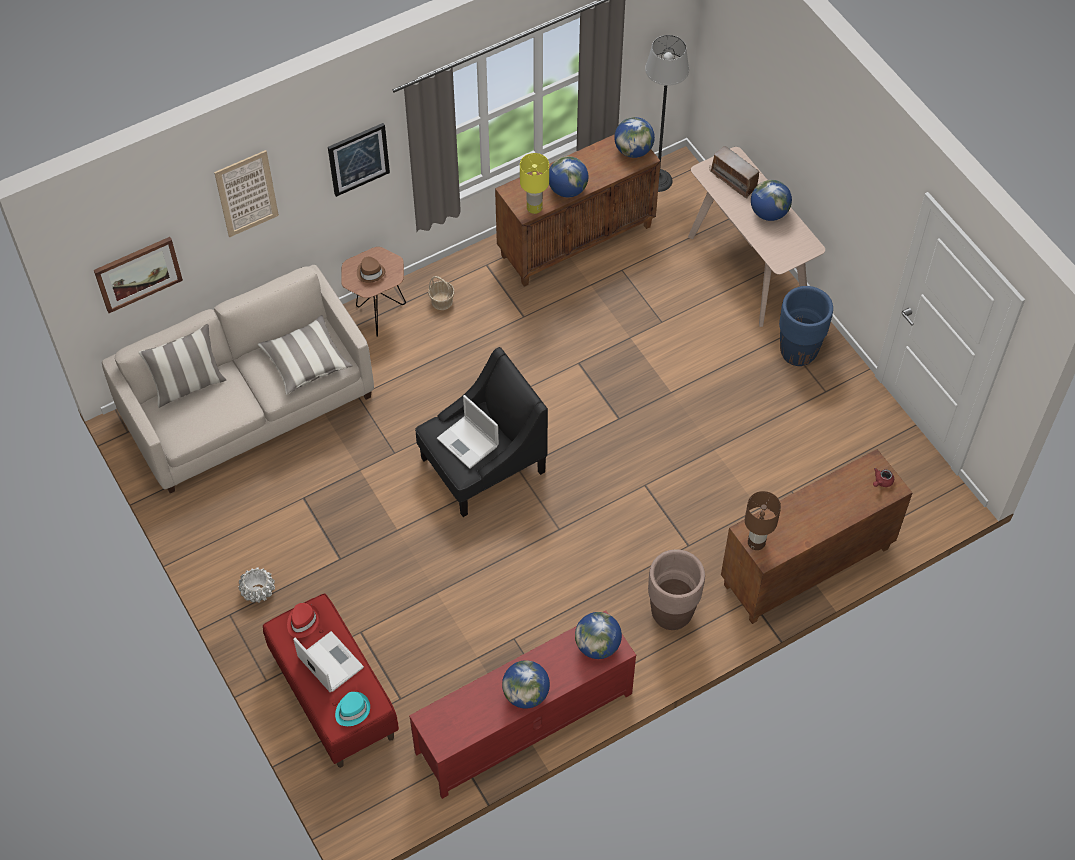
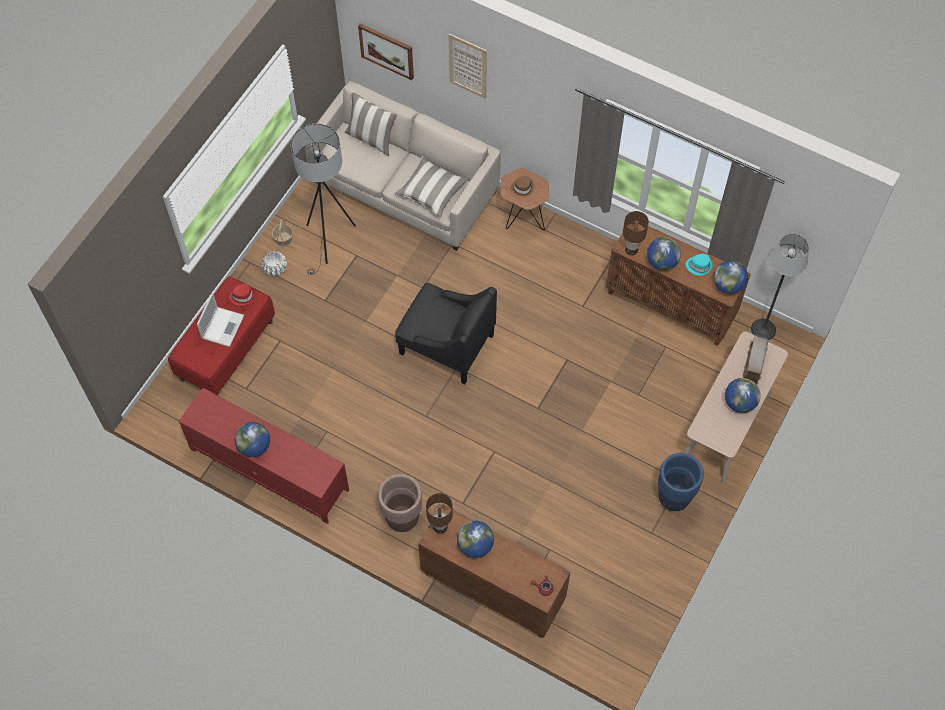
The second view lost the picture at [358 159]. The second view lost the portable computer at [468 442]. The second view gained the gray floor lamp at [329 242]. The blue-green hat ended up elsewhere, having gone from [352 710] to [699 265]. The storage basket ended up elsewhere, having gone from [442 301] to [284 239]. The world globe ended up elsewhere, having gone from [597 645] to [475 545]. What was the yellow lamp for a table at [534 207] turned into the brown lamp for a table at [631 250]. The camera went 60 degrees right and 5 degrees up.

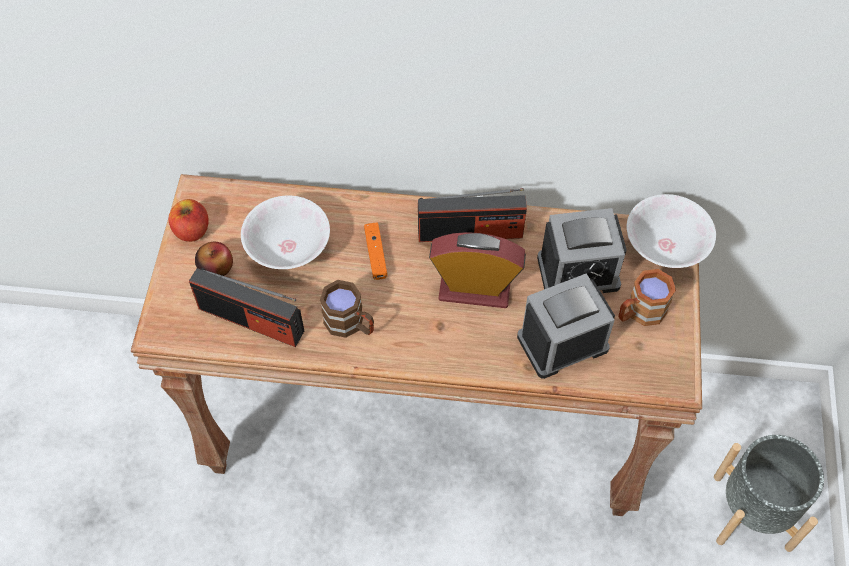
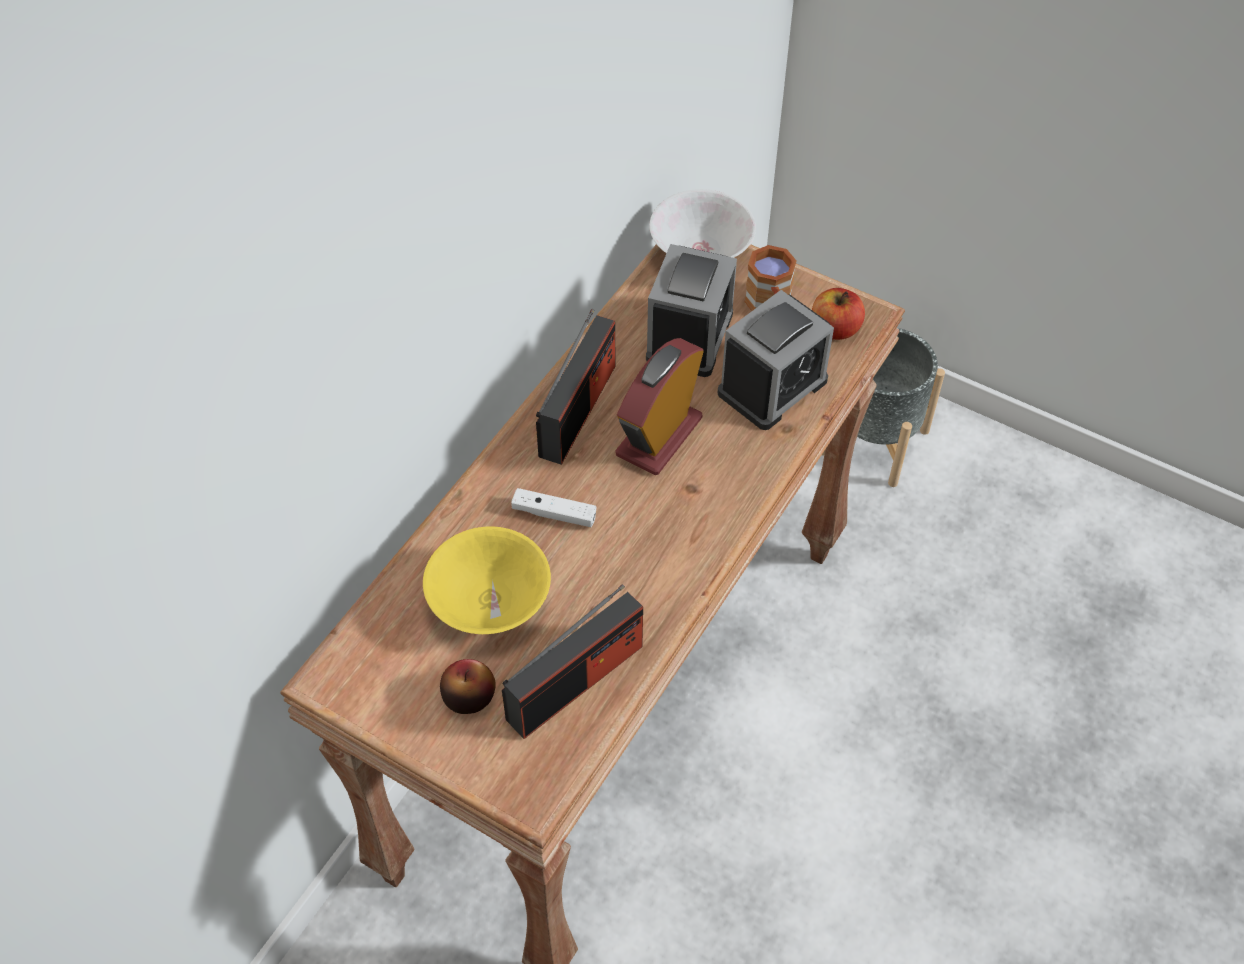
The second view lost the brown mug at [350 324]. The apple fruit ended up elsewhere, having gone from [192 230] to [835 329]. What was the white-coloured deep dish at [288 249] turned into the yellow deep dish at [489 604]. What was the orangey gamepad at [376 254] turned into the white-coloured gamepad at [554 514]. The alarm clock at [562 343] ended up facing another way, 135 degrees counterclockwise from before. The camera went 65 degrees left and 5 degrees down.

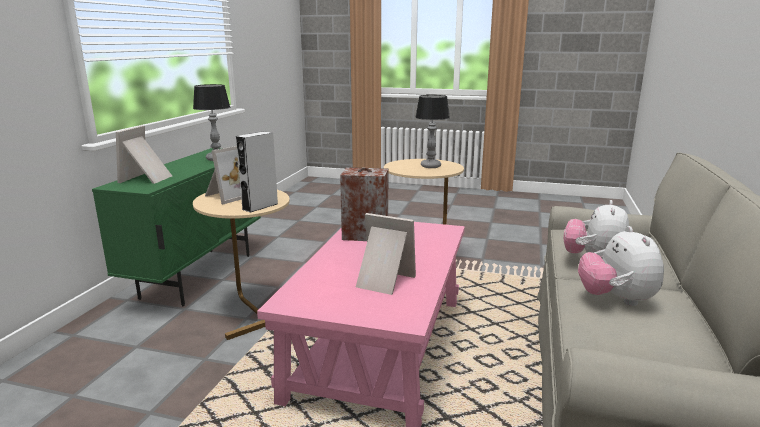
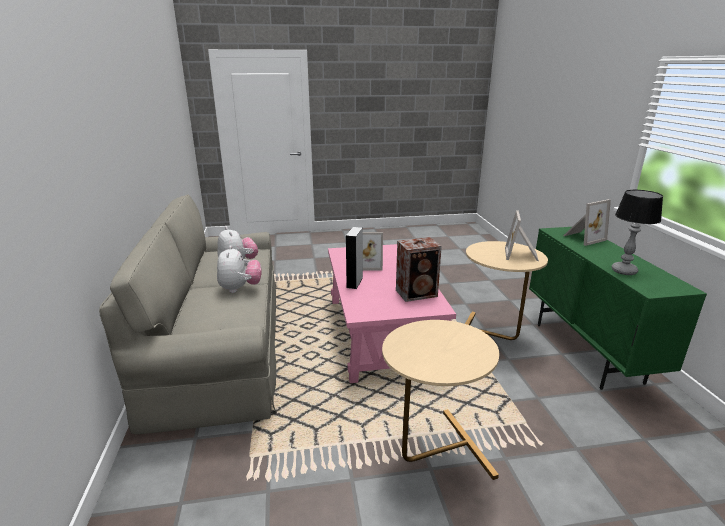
The second view lost the lamp for a table at [430 166]. The gray speaker ended up elsewhere, having gone from [260 206] to [354 282]. The photo frame at [147 178] ended up facing another way, 75 degrees clockwise from before. The camera went 155 degrees right and 5 degrees up.

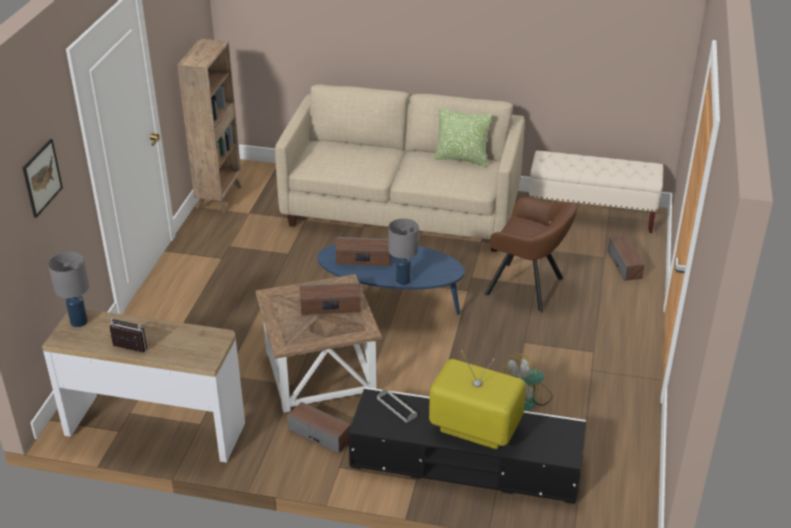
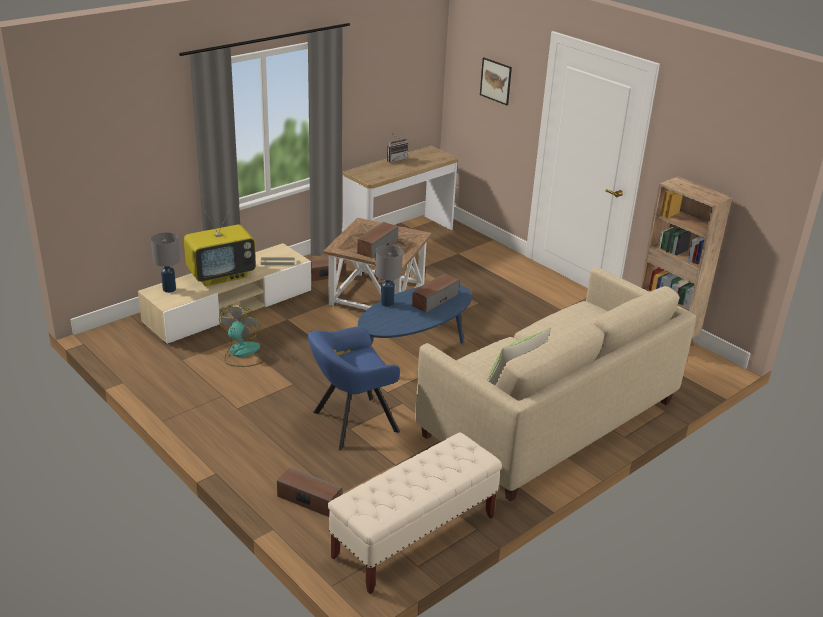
The gray lamp for a table ended up elsewhere, having gone from [79 322] to [169 289]. What was the blackish media console at [466 461] turned into the beige-coloured media console at [229 307]. What was the brown lounge chair at [528 288] turned into the bluish lounge chair at [351 423]. The camera went 125 degrees right and 5 degrees down.

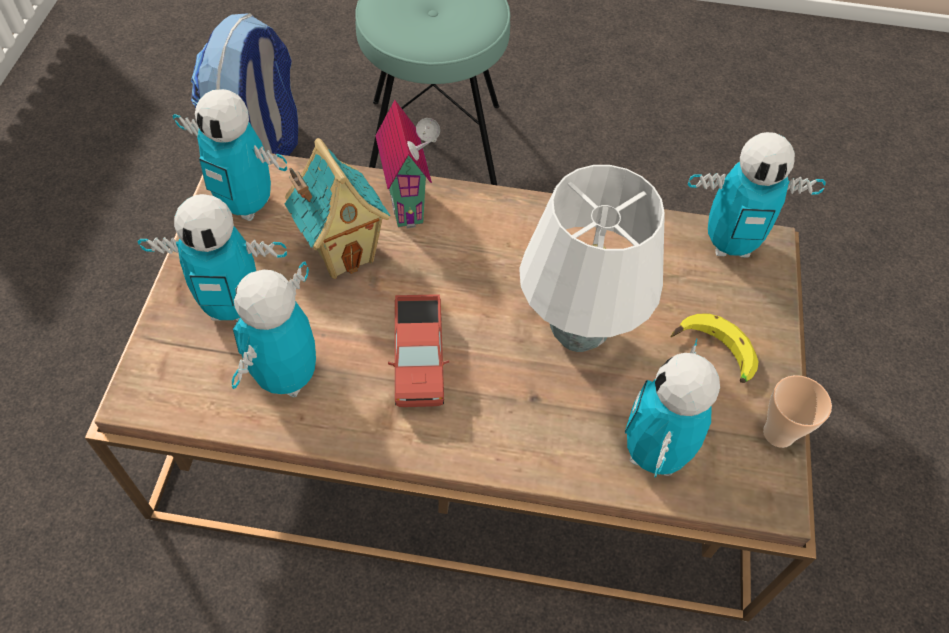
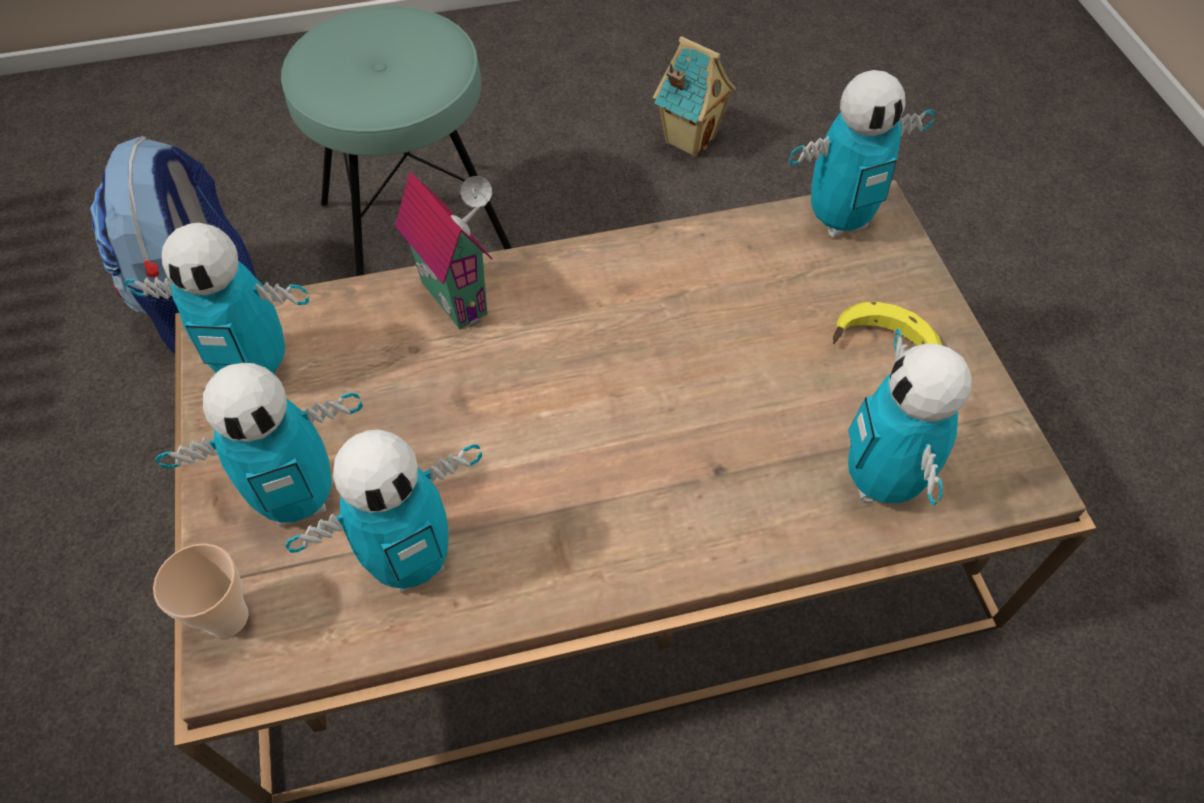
The second view lost the toy lorry at [419 362]. The second view lost the white-coloured lamp for a table at [576 333]. The model house ended up elsewhere, having gone from [343 253] to [689 139]. The cup ended up elsewhere, having gone from [778 433] to [227 617]. The robot figure at [286 377] ended up facing another way, 120 degrees counterclockwise from before. The camera went 20 degrees left and 0 degrees up.

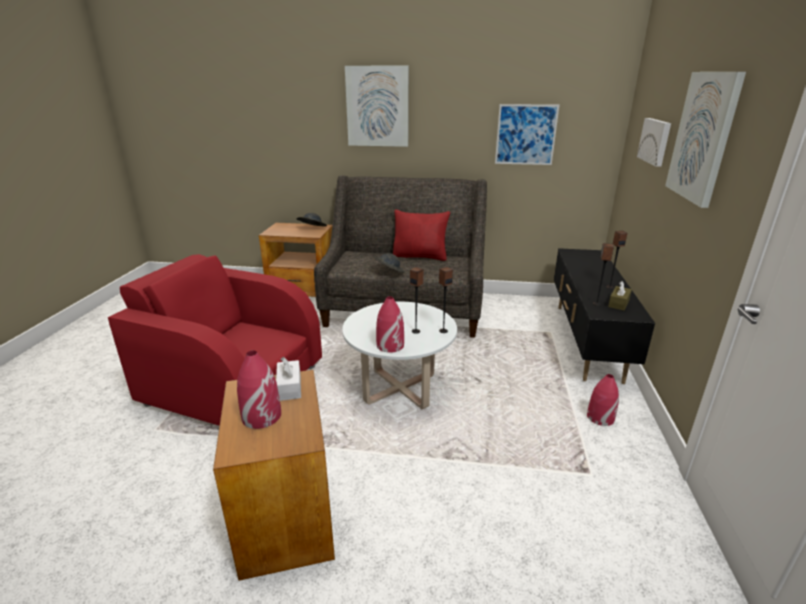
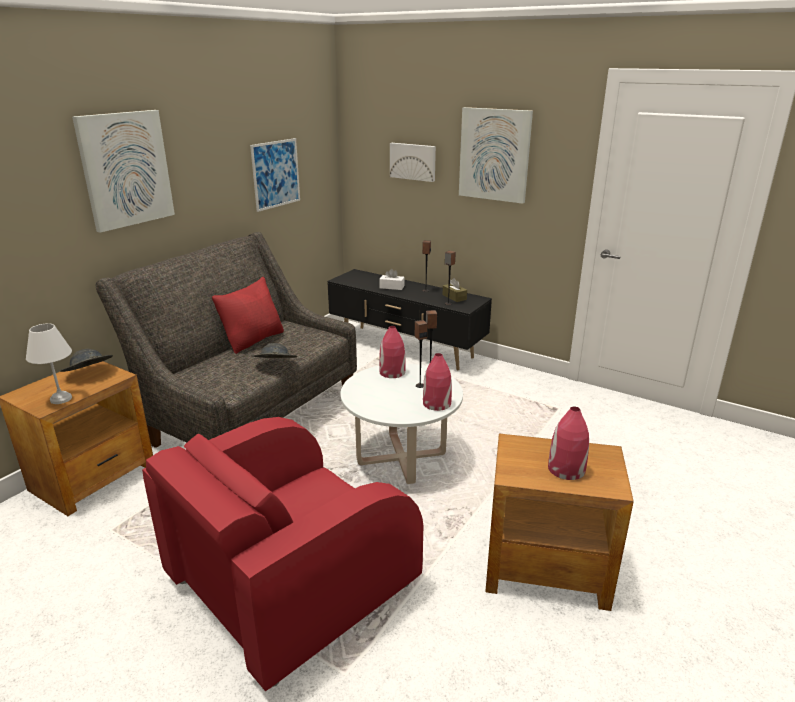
The second view gained the white-coloured lamp for a table at [60 399]. The white-coloured box of tissues ended up elsewhere, having gone from [289 387] to [392 287]. The red-coloured vase ended up elsewhere, having gone from [600 417] to [392 372]. The camera went 65 degrees left and 0 degrees up.

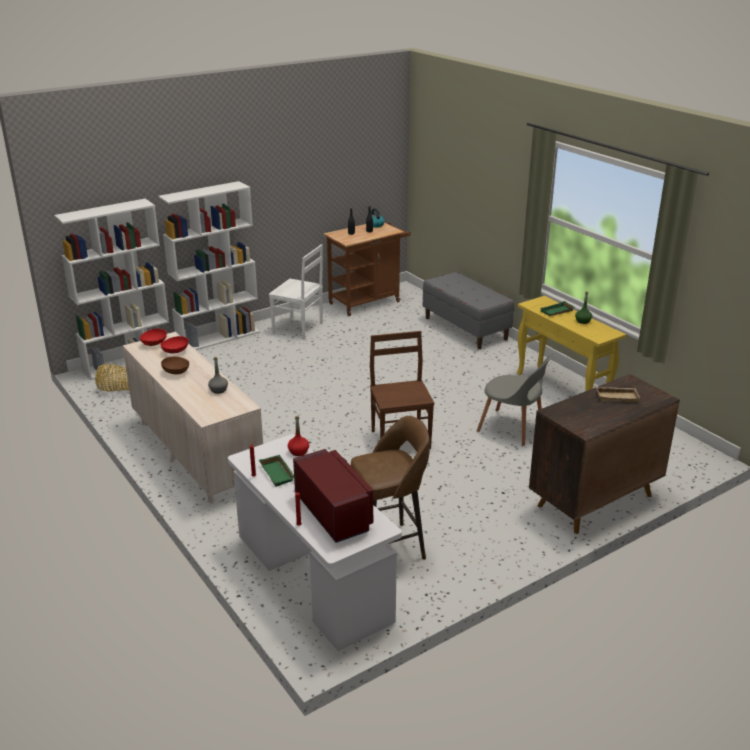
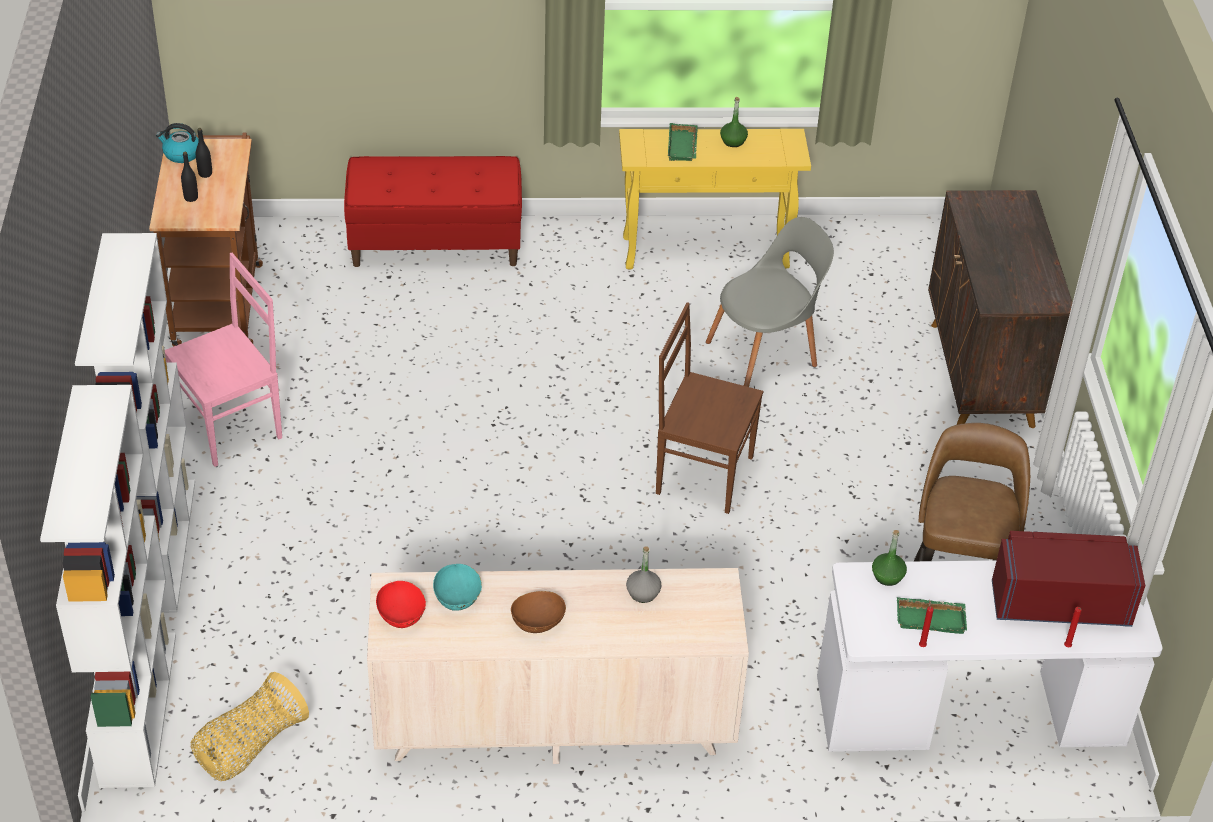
The second view lost the beige-coloured serving tray at [617 396]. What was the red-coloured deep dish at [175 352] turned into the blue-green deep dish at [458 598]. What was the white-coloured chair at [299 328] turned into the pinkish chair at [232 426]. What was the red-coloured bottle at [298 451] turned into the greenish bottle at [887 576]. What was the gray long seat at [466 328] turned into the red-coloured long seat at [435 243]. The camera went 60 degrees left and 15 degrees up.

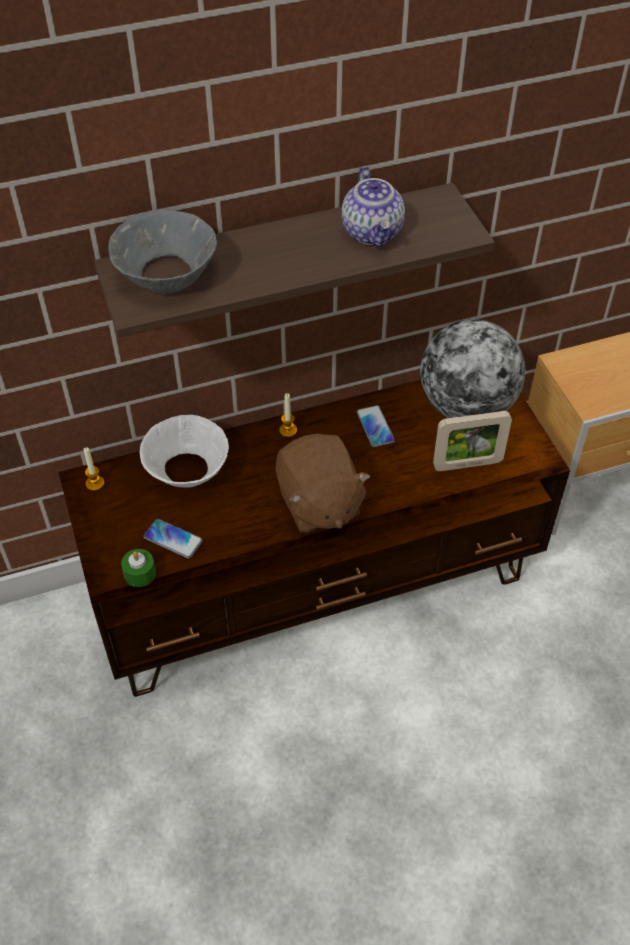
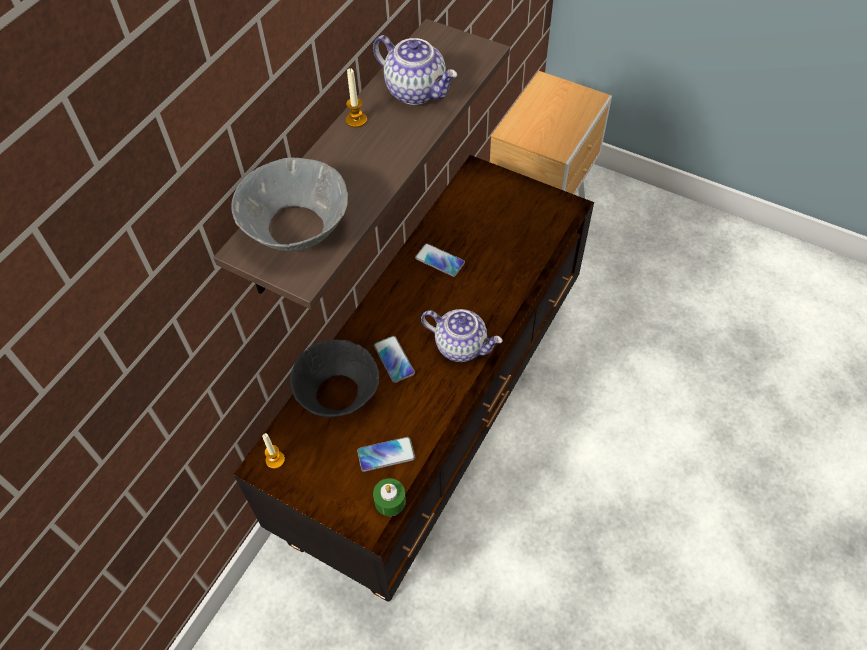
The second view lost the world globe at [466 407]. The second view lost the photo frame at [467 464]. The second view gained the phone at [394 359]. The wax candle ended up elsewhere, having gone from [288 430] to [356 120]. Where the brown soft toy stood at [318 503], the teapot came to stand at [461 345]. What was the white-coloured deep dish at [187 470] turned into the blackish deep dish at [338 394]. The camera went 40 degrees left and 5 degrees up.

